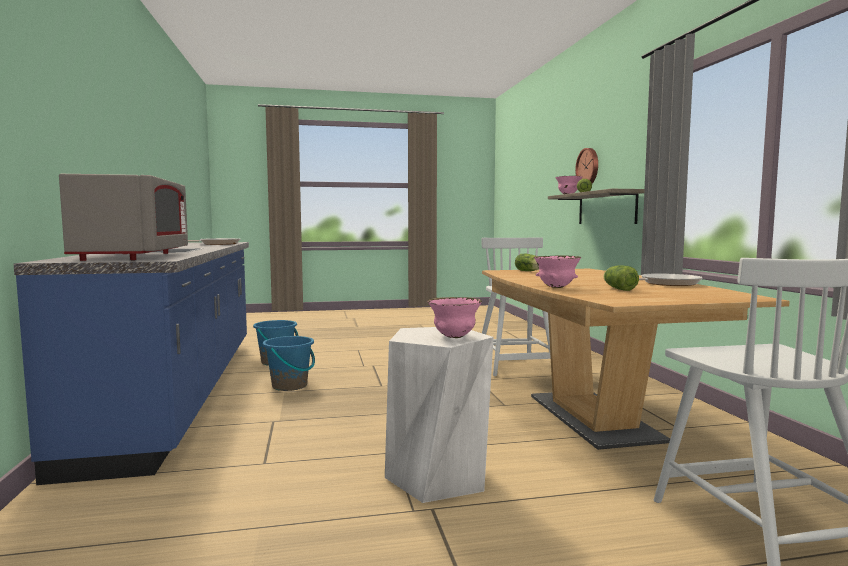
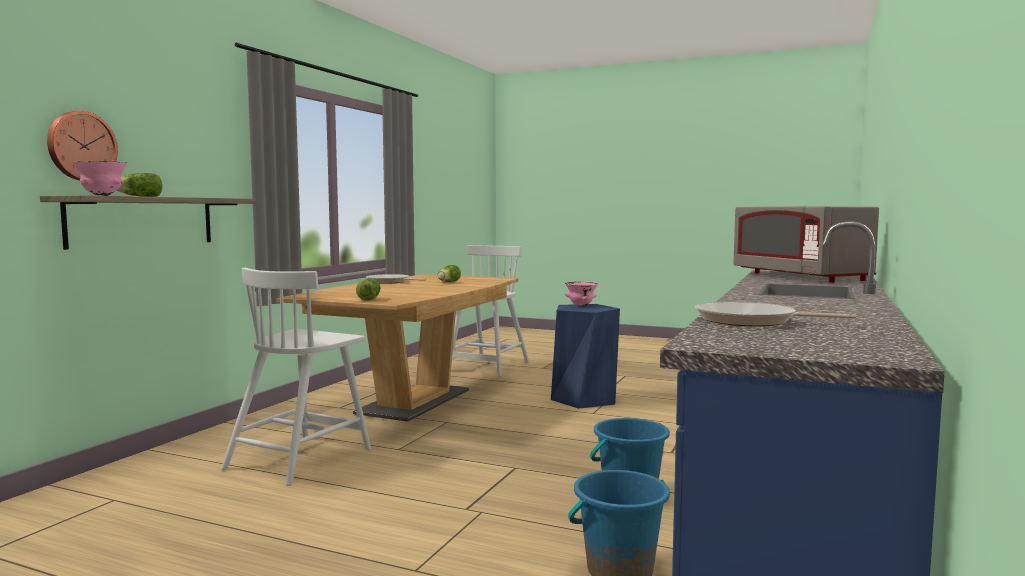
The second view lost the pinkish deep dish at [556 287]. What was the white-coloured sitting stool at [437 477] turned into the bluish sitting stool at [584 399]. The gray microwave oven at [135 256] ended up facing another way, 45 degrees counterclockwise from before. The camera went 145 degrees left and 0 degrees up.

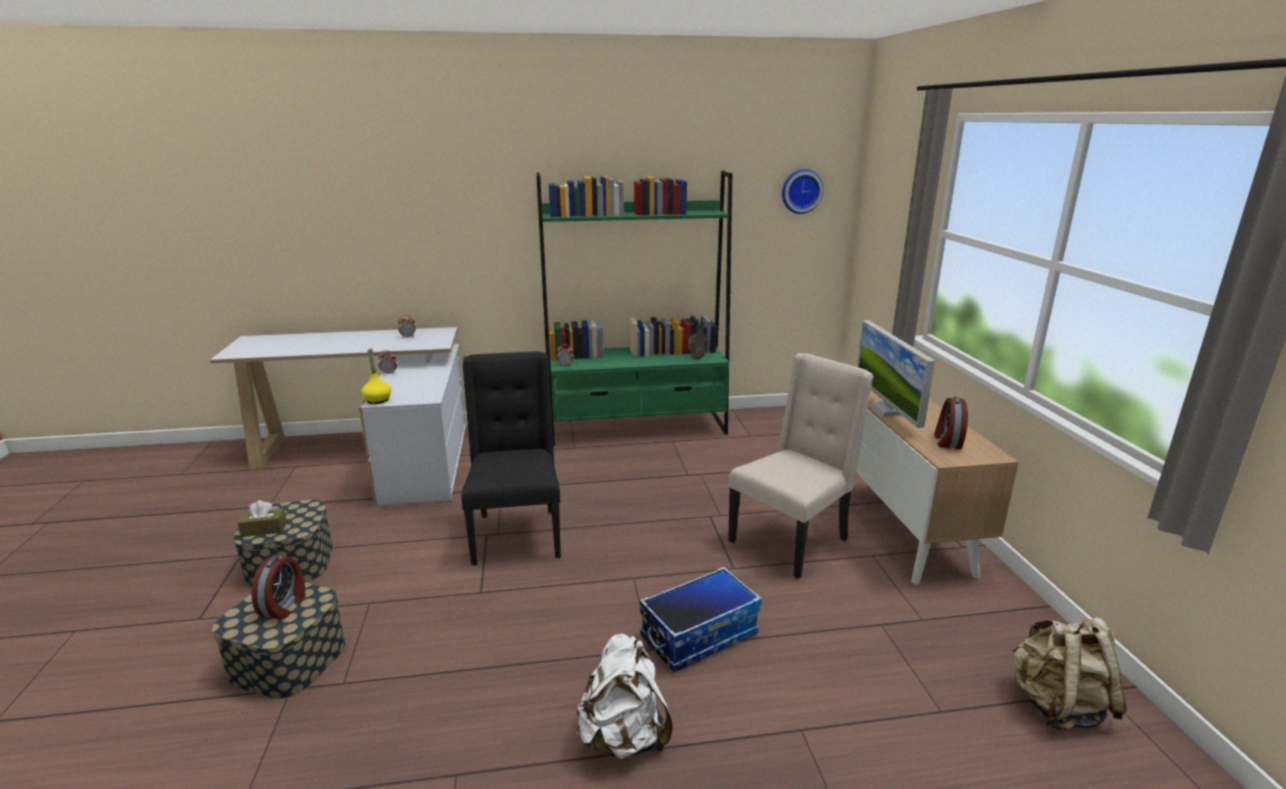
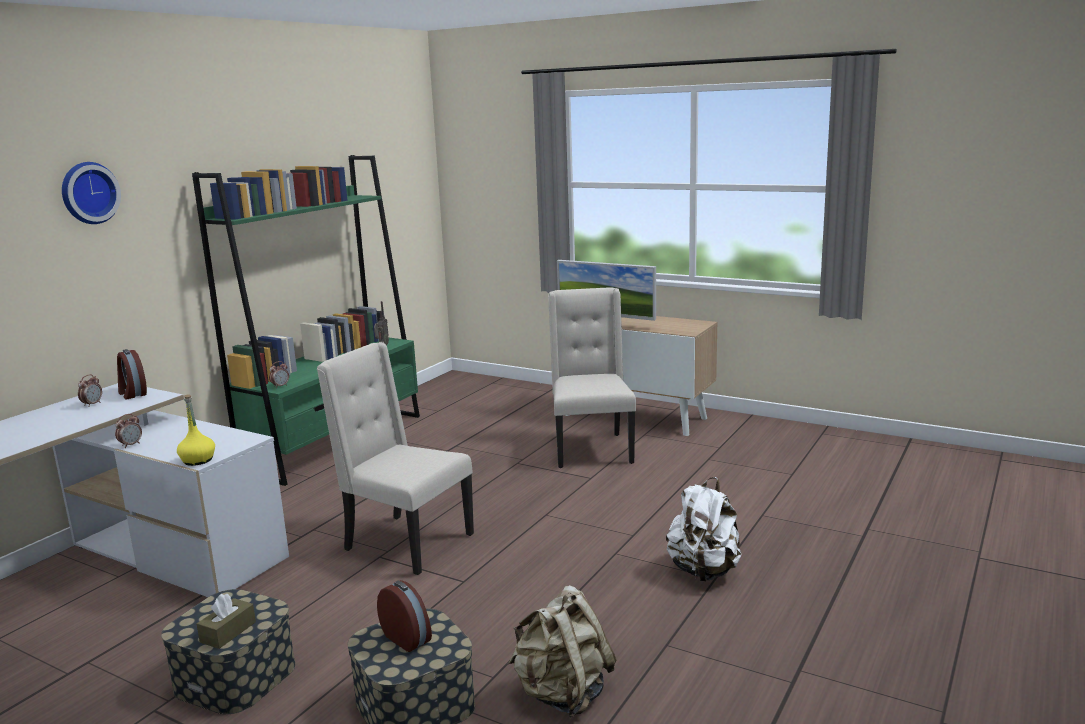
The second view lost the storage box at [699 635]. The hanging clock ended up elsewhere, having gone from [801 191] to [88 193]. The alarm clock ended up elsewhere, having gone from [947 441] to [132 393]. The beige-coloured rucksack ended up elsewhere, having gone from [1056 706] to [562 694]. What was the blackish chair at [517 535] turned into the beige-coloured chair at [405 543]. The camera went 50 degrees left and 5 degrees down.

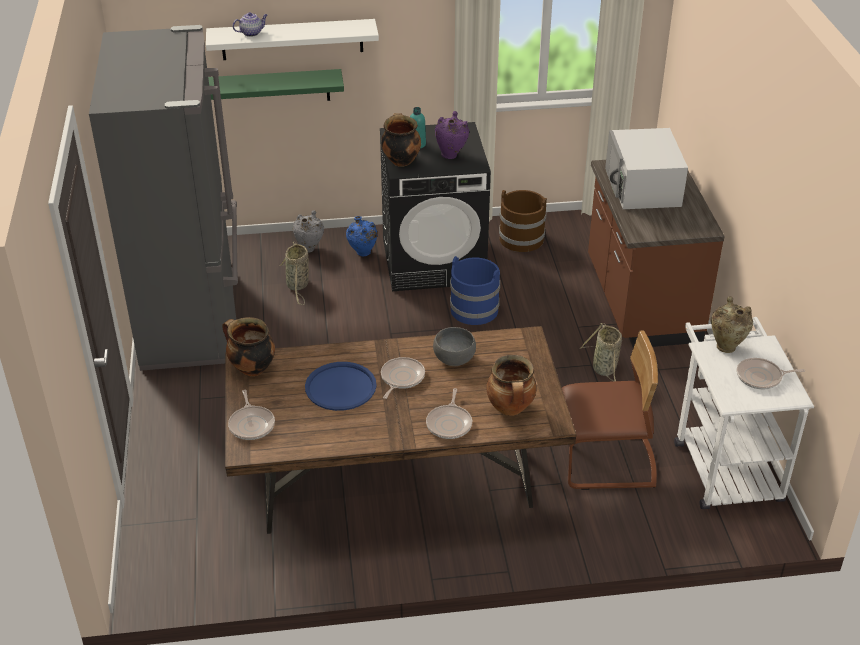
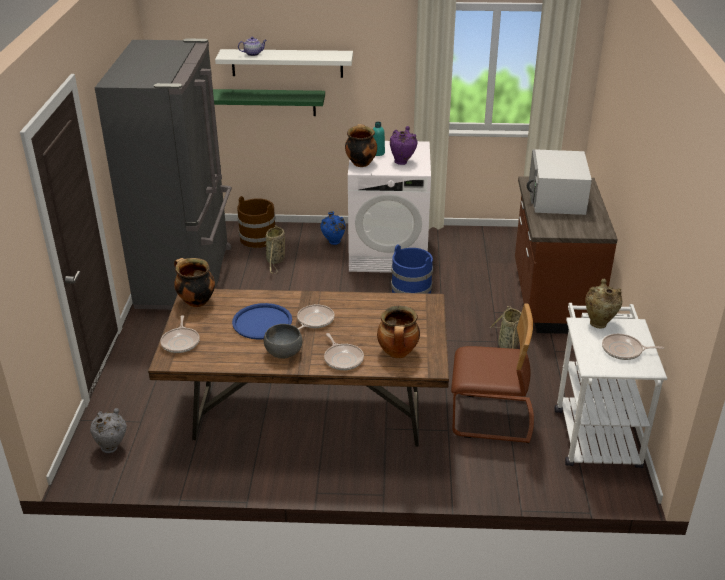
The gray vase ended up elsewhere, having gone from [309 248] to [112 448]. The gray deep dish ended up elsewhere, having gone from [454 358] to [283 352]. The brown pail ended up elsewhere, having gone from [521 239] to [258 238]. What was the blackish laundry machine at [434 261] turned into the white-coloured laundry machine at [389 253]. The frying pan at [449 423] ended up facing another way, 45 degrees counterclockwise from before. The camera went 10 degrees right and 5 degrees down.

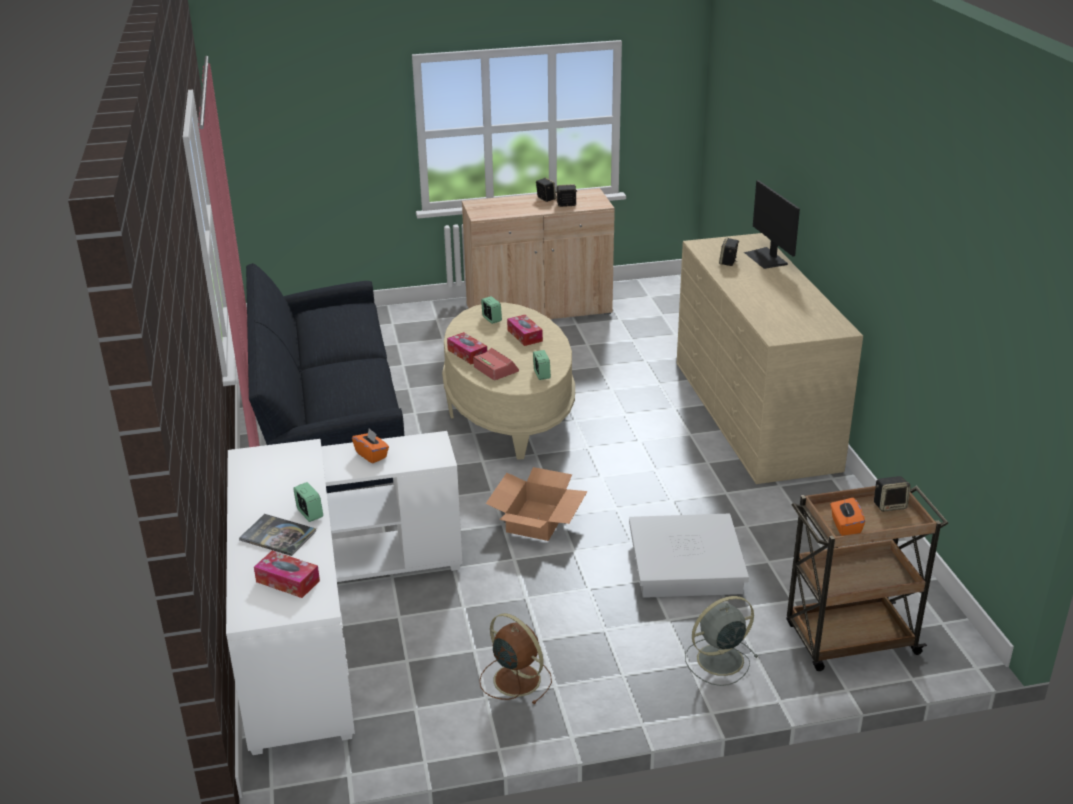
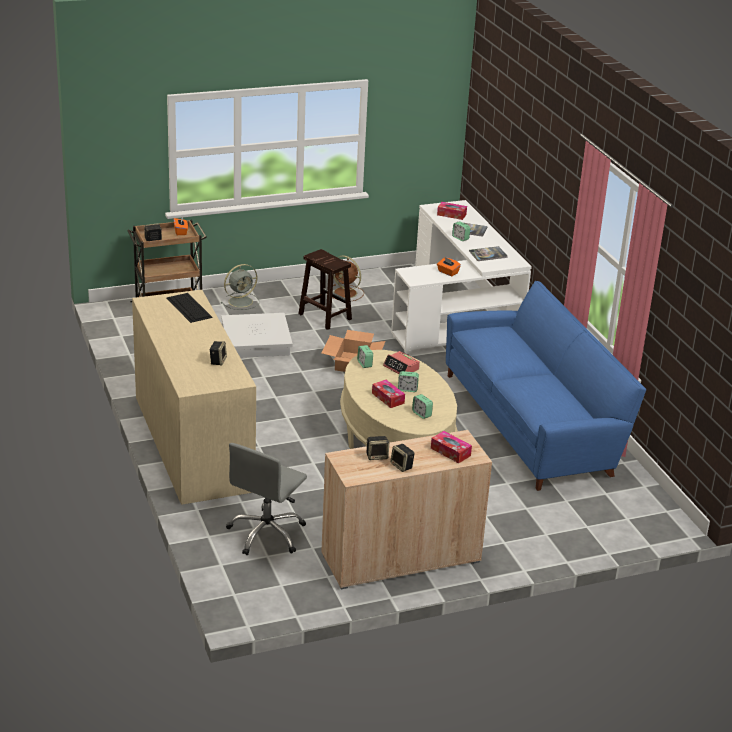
The second view lost the computer screen at [766 258]. The second view gained the PC keyboard at [189 308]. The second view gained the gray computer chair at [267 534]. The second view gained the brown sitting stool at [324 316]. The second view gained the alarm clock at [407 389]. The second view gained the book at [488 254]. The box of tissues ended up elsewhere, having gone from [467 354] to [450 452]. What was the blackish settee at [329 427] turned into the bluish settee at [532 423]. The camera went 170 degrees right and 0 degrees up.

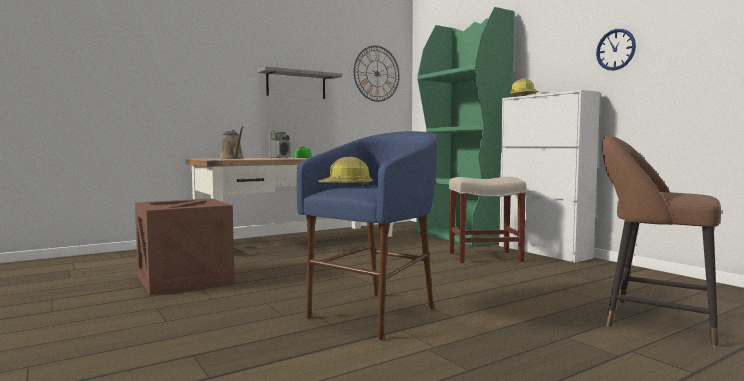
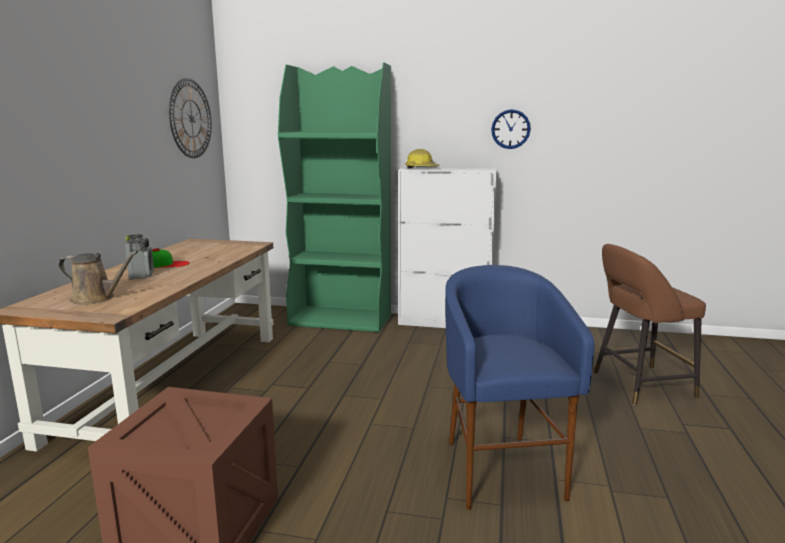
The second view lost the gray wall shelf at [296 85]. The second view lost the work helmet at [346 186]. The second view lost the beige-coloured sitting stool at [484 257]. The camera went 45 degrees left and 10 degrees up.

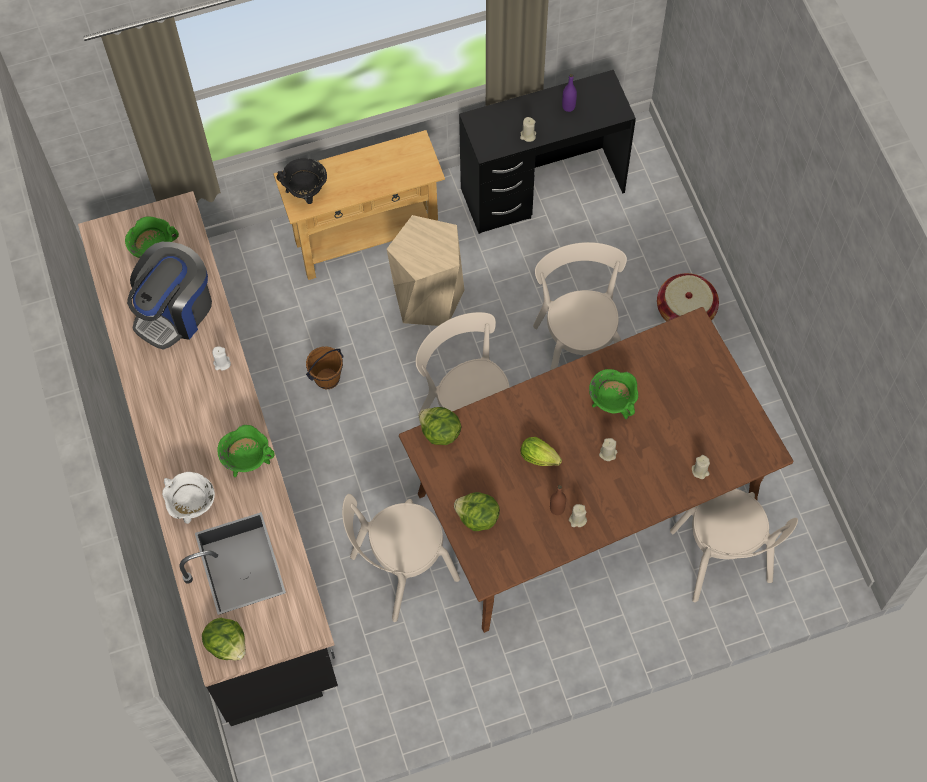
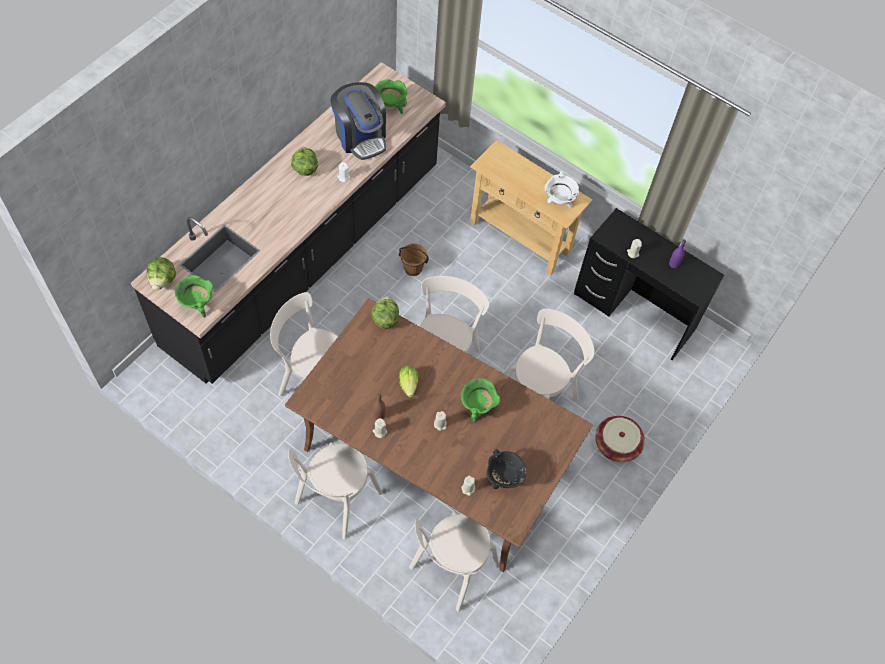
The second view lost the beige-coloured sitting stool at [428 298]. The second view gained the beige-coloured chair at [336 501]. The white-coloured cooking pot ended up elsewhere, having gone from [193 507] to [559 201]. The greenish cooking pot ended up elsewhere, having gone from [248 462] to [197 304]. The blackish cooking pot ended up elsewhere, having gone from [305 193] to [503 479]. The head of lettuce ended up elsewhere, having gone from [477 518] to [305 169]. The coffee brewer at [175 311] ended up facing another way, 120 degrees counterclockwise from before. The camera went 50 degrees right and 5 degrees down.

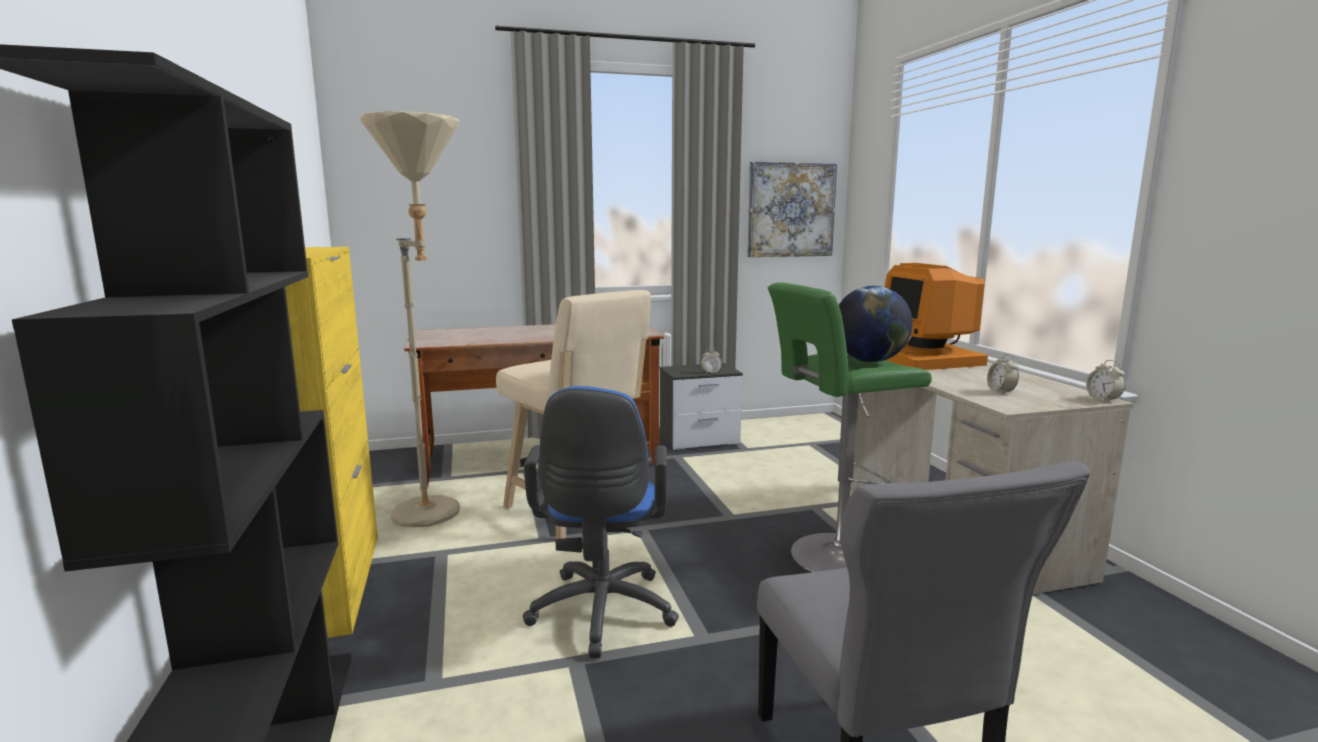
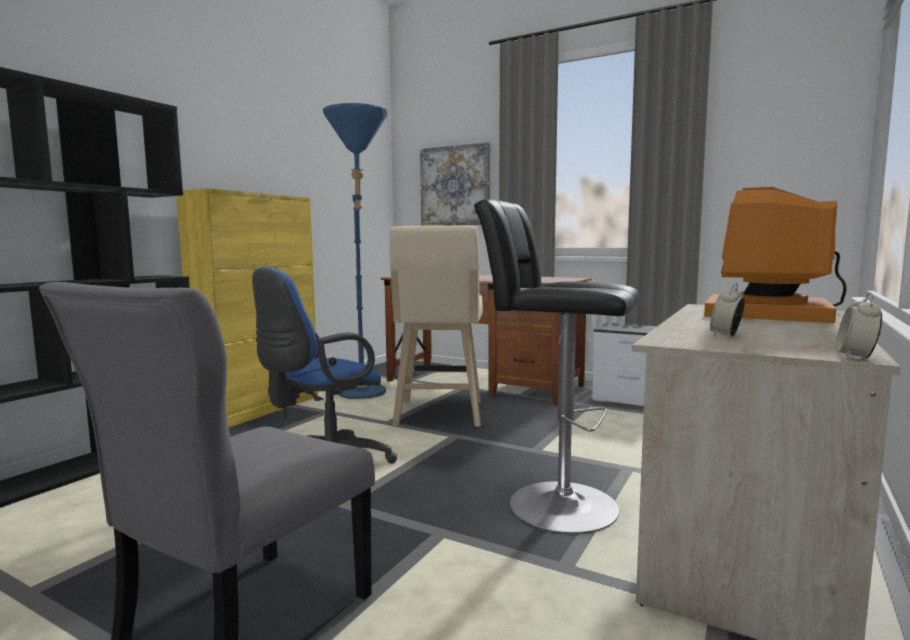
The second view lost the alarm clock at [710 372]. The second view lost the world globe at [869 361]. The picture ended up elsewhere, having gone from [791 210] to [455 186]. What was the beige-coloured floor lamp at [436 516] turned into the bluish floor lamp at [363 396]. What was the greenish sitting stool at [833 557] turned into the blackish sitting stool at [554 504]. The camera went 45 degrees right and 5 degrees down.

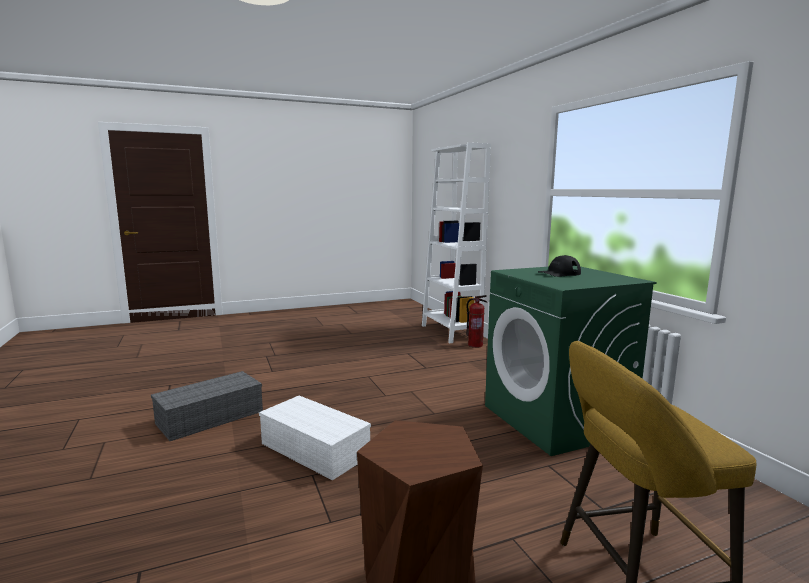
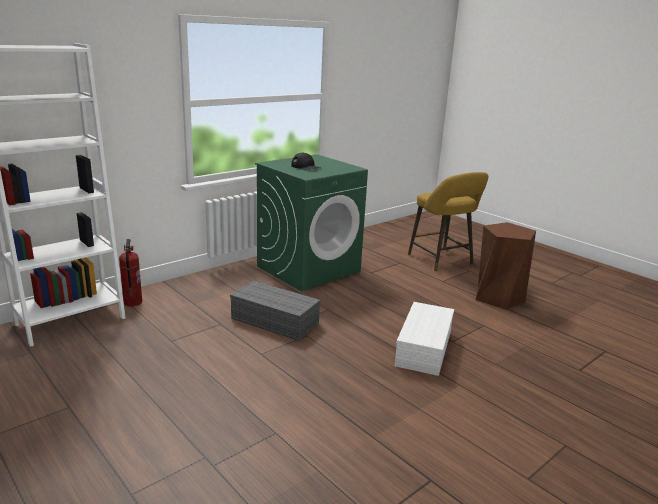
The gray storage box ended up elsewhere, having gone from [209 418] to [276 321]. The camera went 110 degrees left and 10 degrees up.

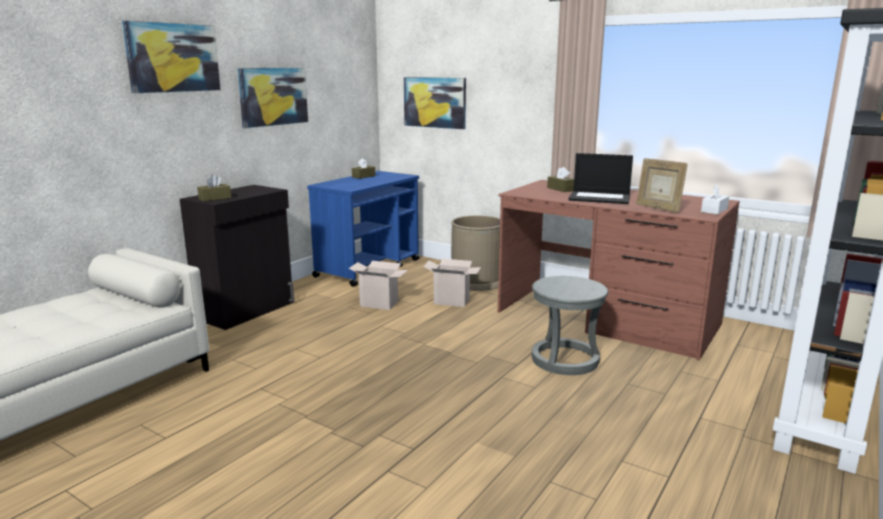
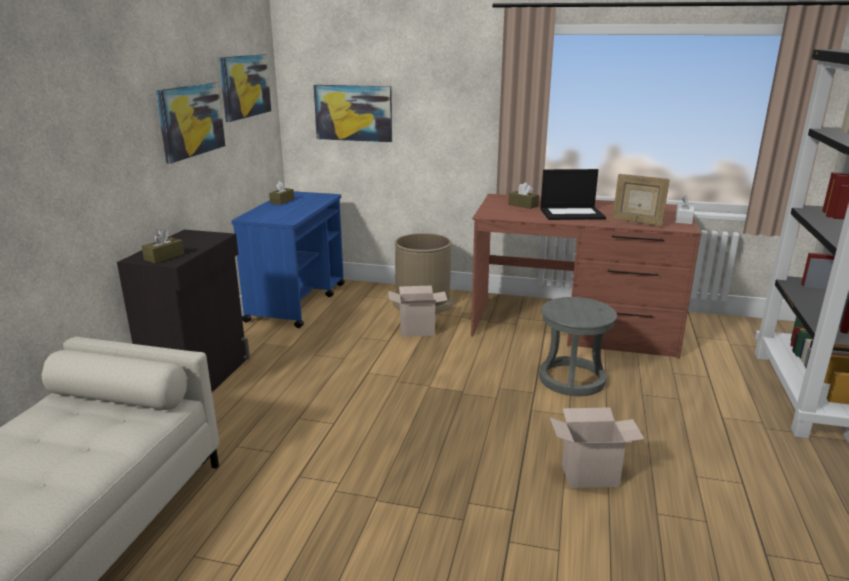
The picture ended up elsewhere, having gone from [173 58] to [244 86]. The carton ended up elsewhere, having gone from [380 304] to [591 475]. The camera went 20 degrees left and 5 degrees up.

